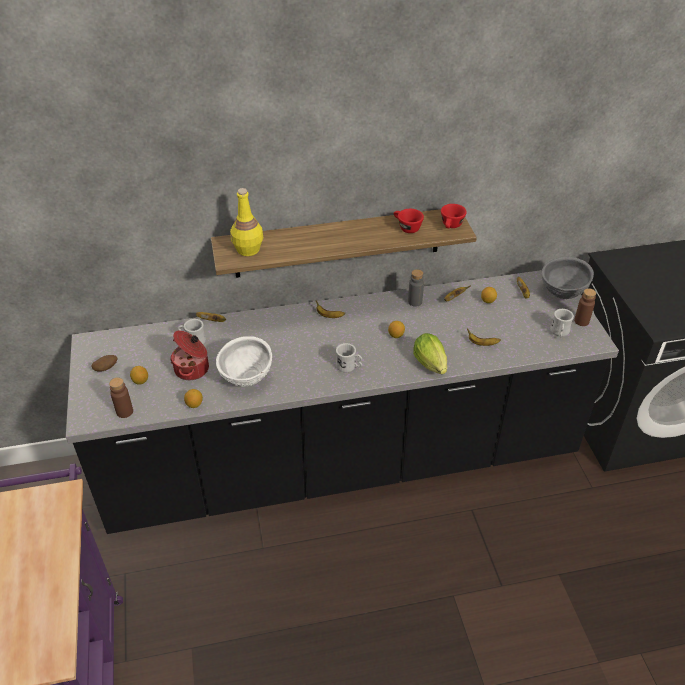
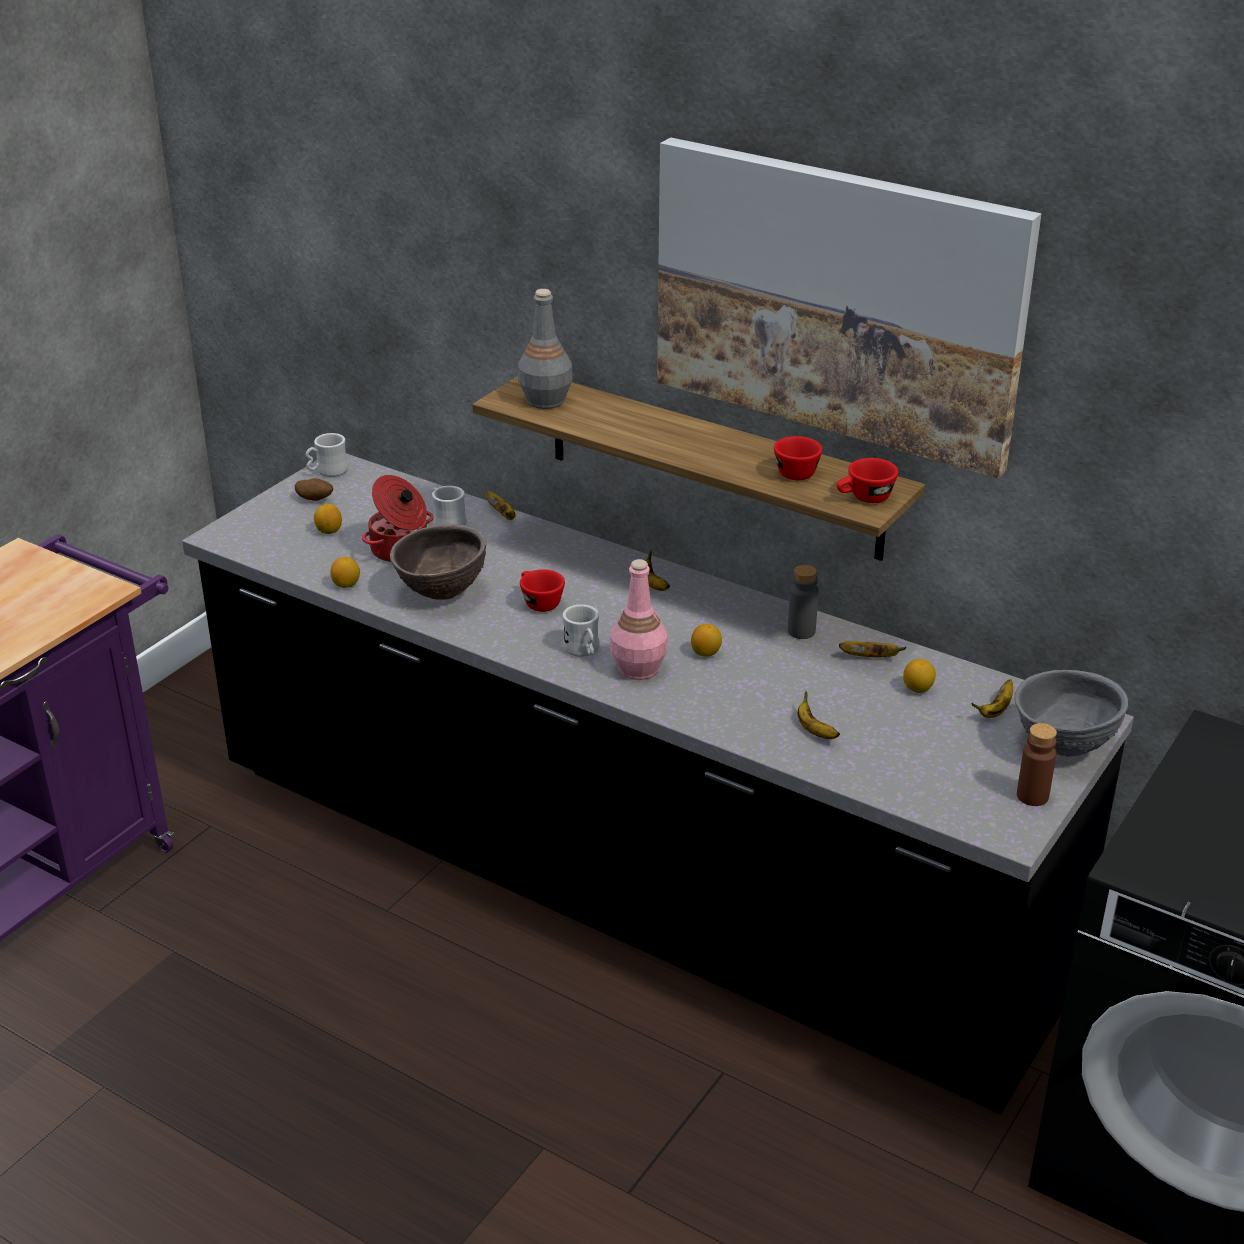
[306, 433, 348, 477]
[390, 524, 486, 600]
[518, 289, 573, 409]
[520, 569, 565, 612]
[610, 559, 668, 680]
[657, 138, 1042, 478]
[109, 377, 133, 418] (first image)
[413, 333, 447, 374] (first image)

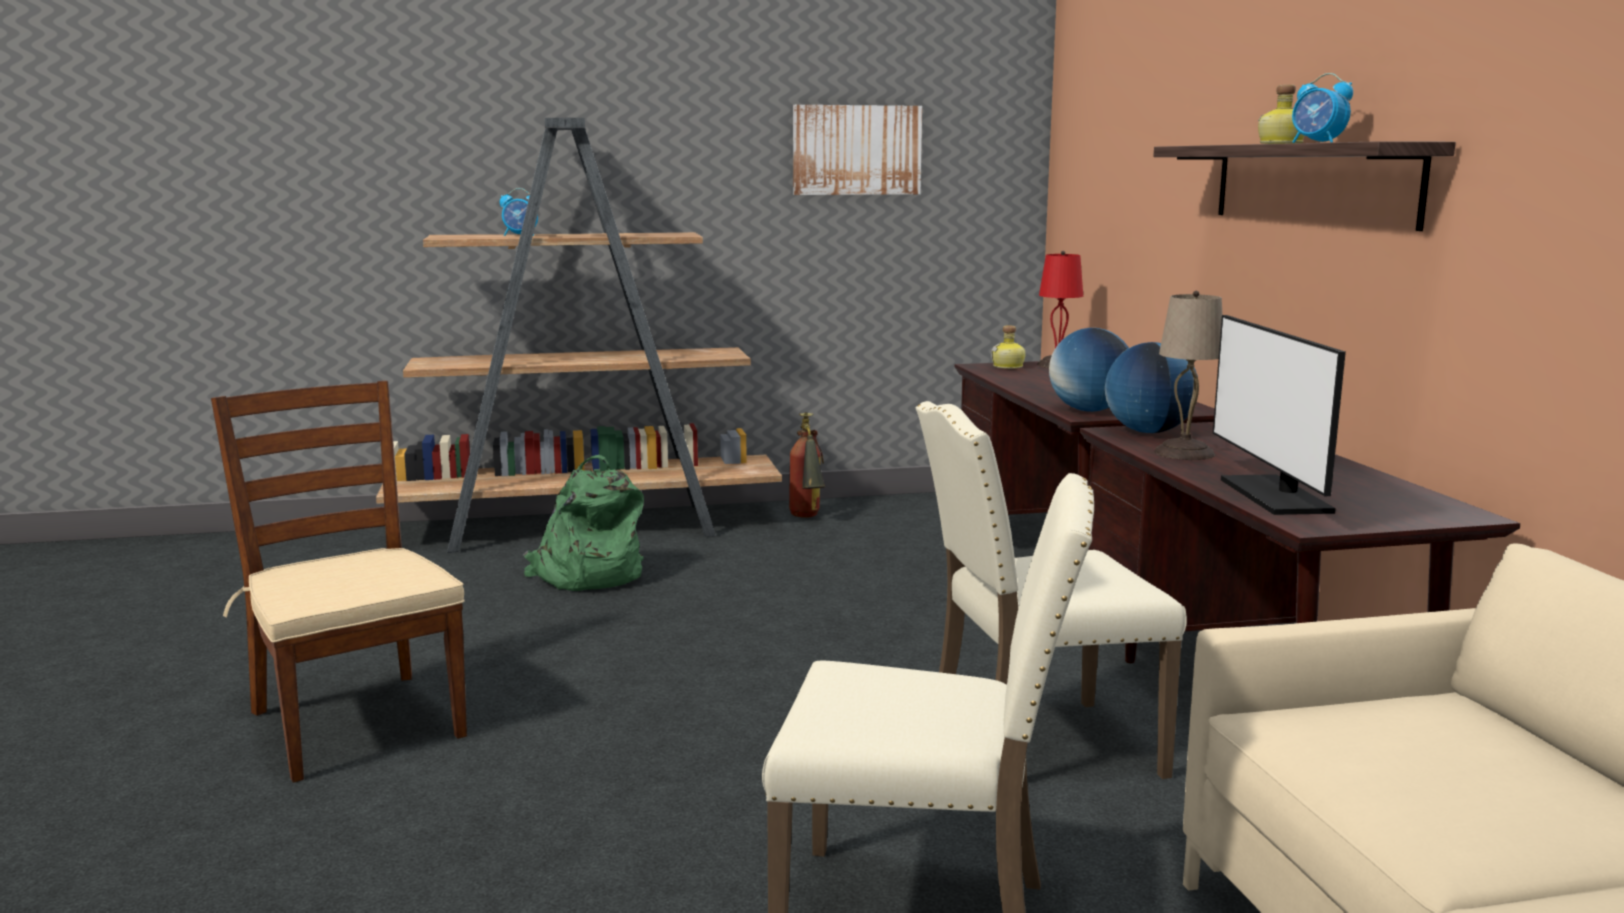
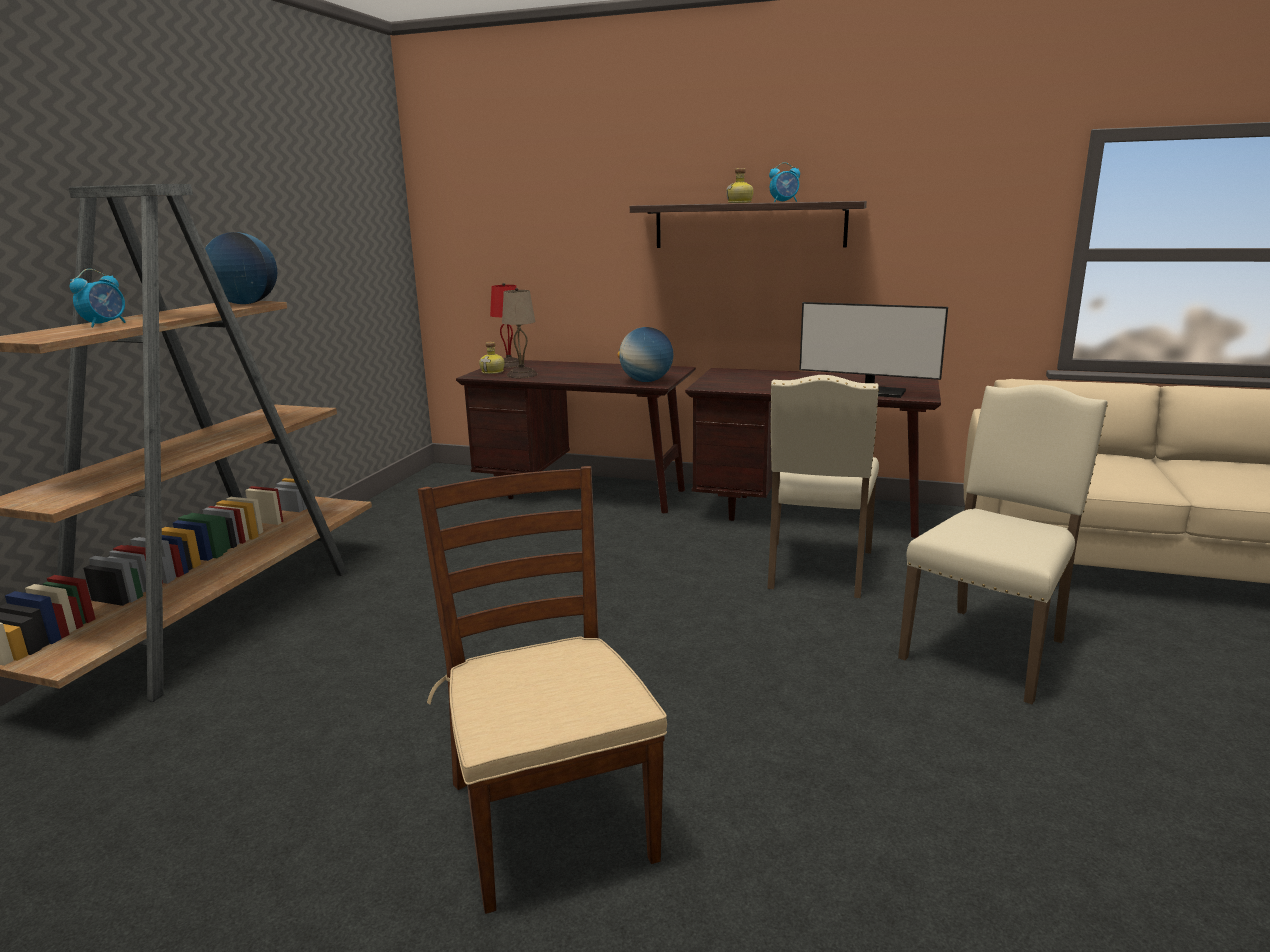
[202, 232, 277, 304]
[417, 466, 667, 914]
[502, 288, 538, 378]
[523, 455, 644, 591] (first image)
[789, 412, 825, 518] (first image)
[793, 105, 922, 195] (first image)

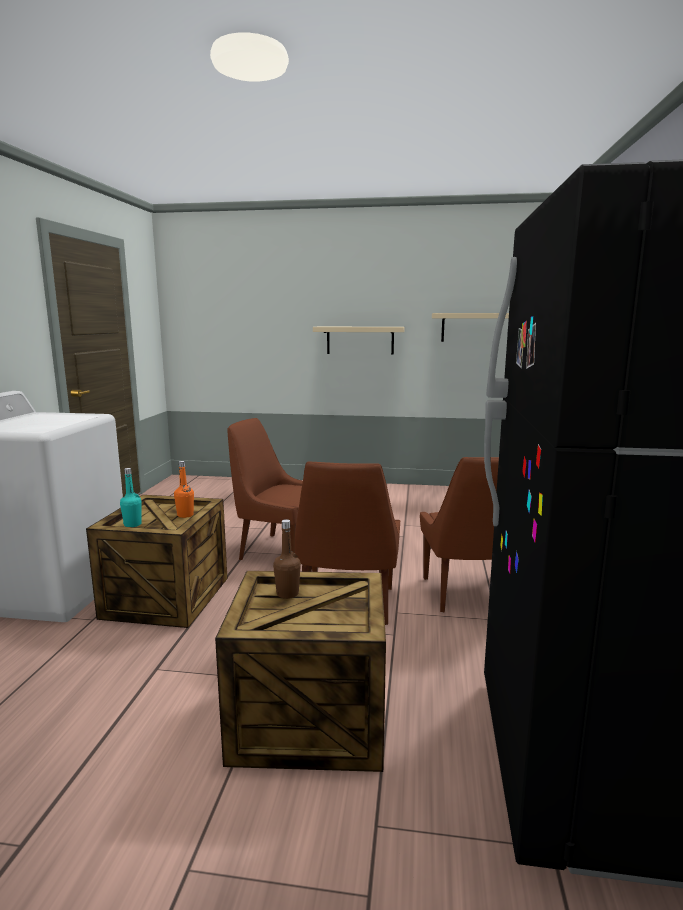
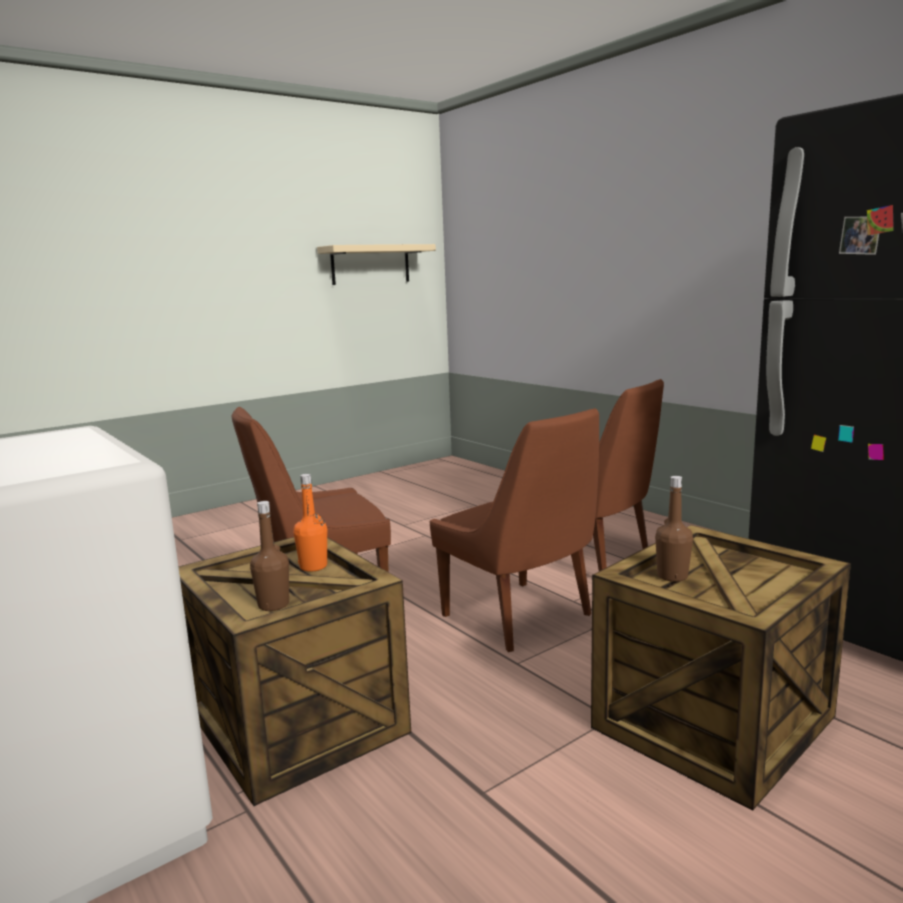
[250, 501, 289, 611]
[313, 327, 405, 354] (first image)

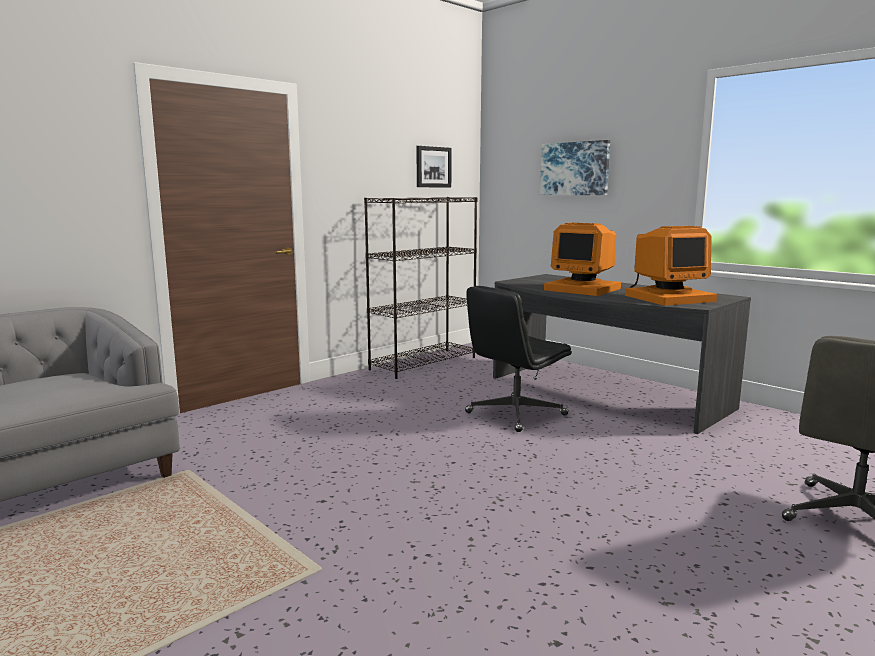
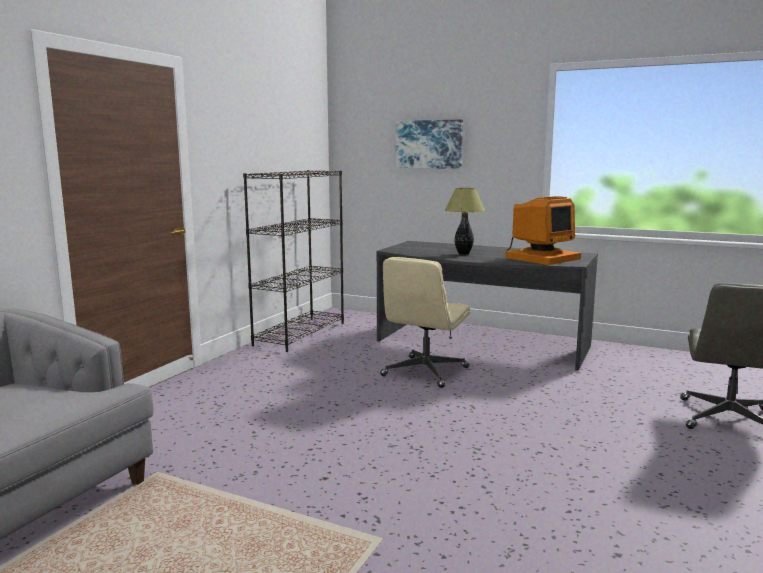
[380, 257, 471, 388]
[445, 188, 485, 255]
[417, 146, 452, 187] (first image)

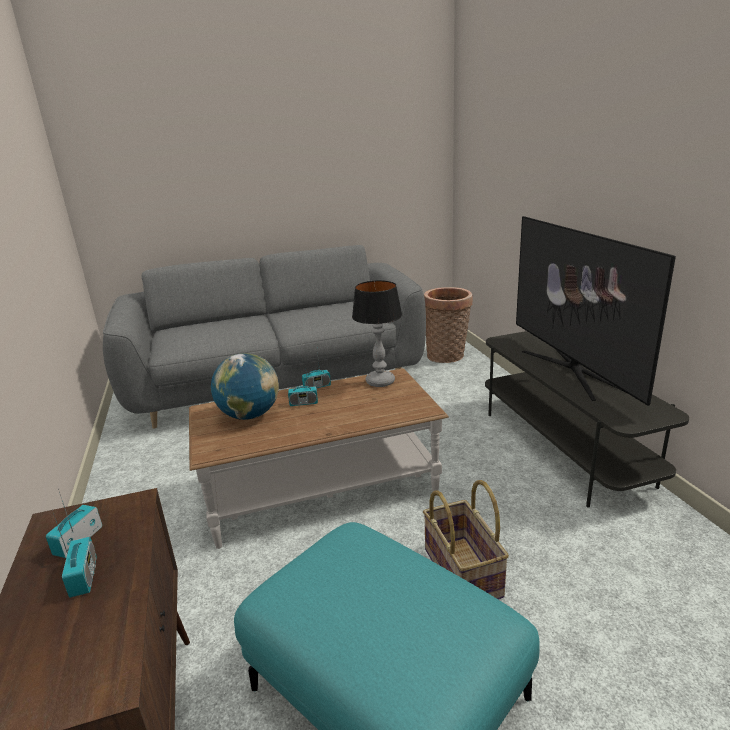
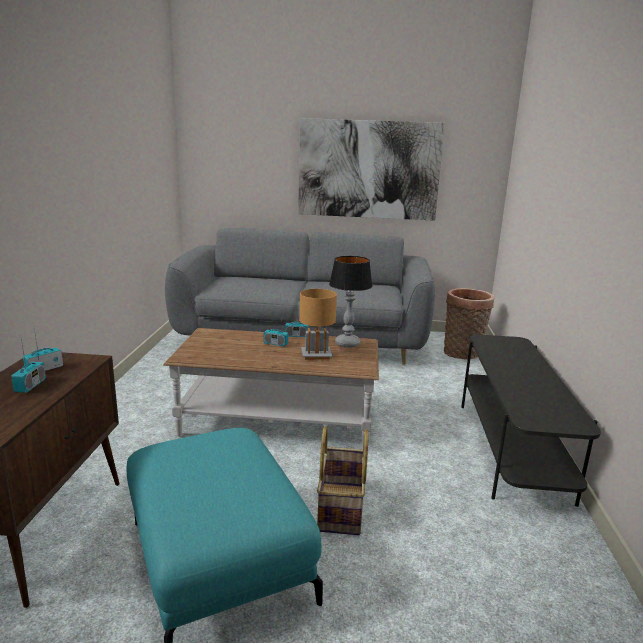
[298, 118, 445, 221]
[299, 289, 337, 360]
[211, 353, 279, 420] (first image)
[516, 216, 676, 406] (first image)

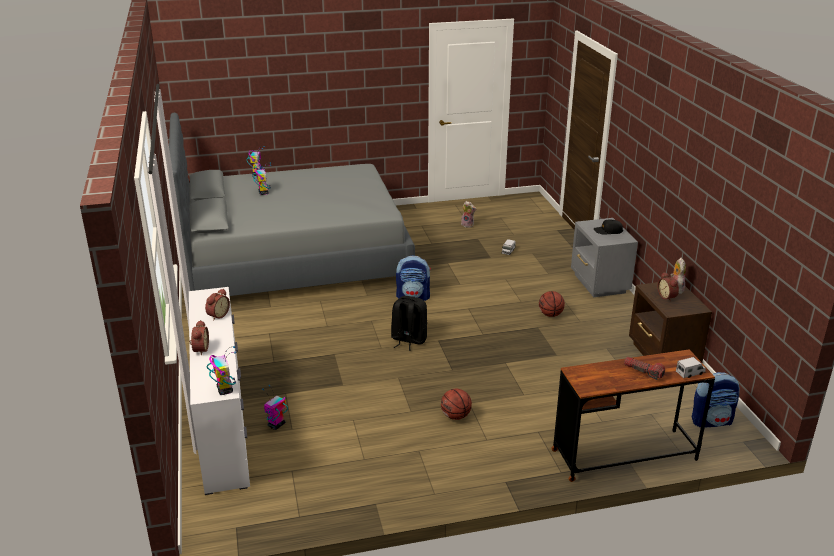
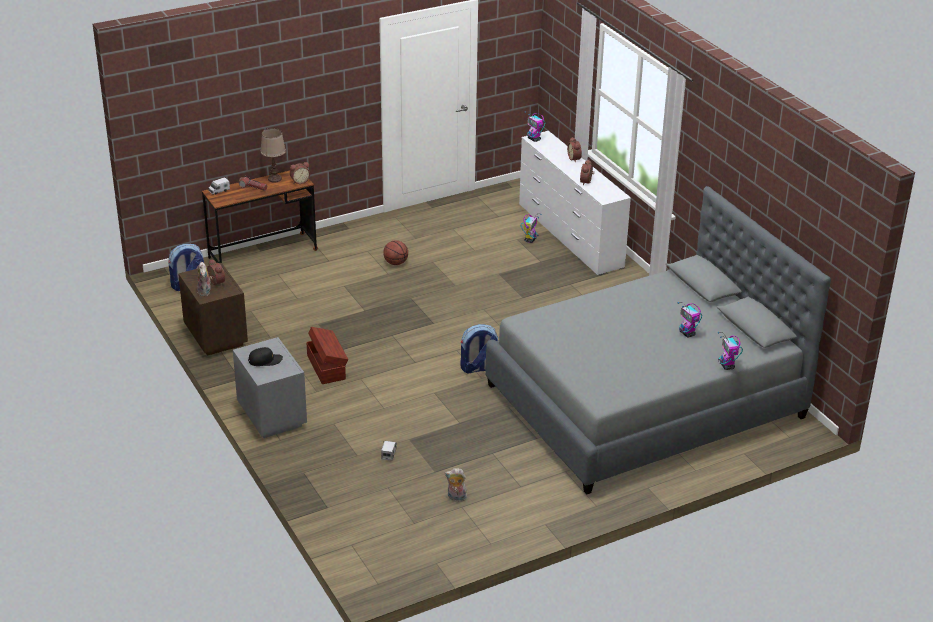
[260, 128, 286, 183]
[290, 162, 310, 184]
[306, 327, 348, 384]
[391, 296, 427, 351] (first image)

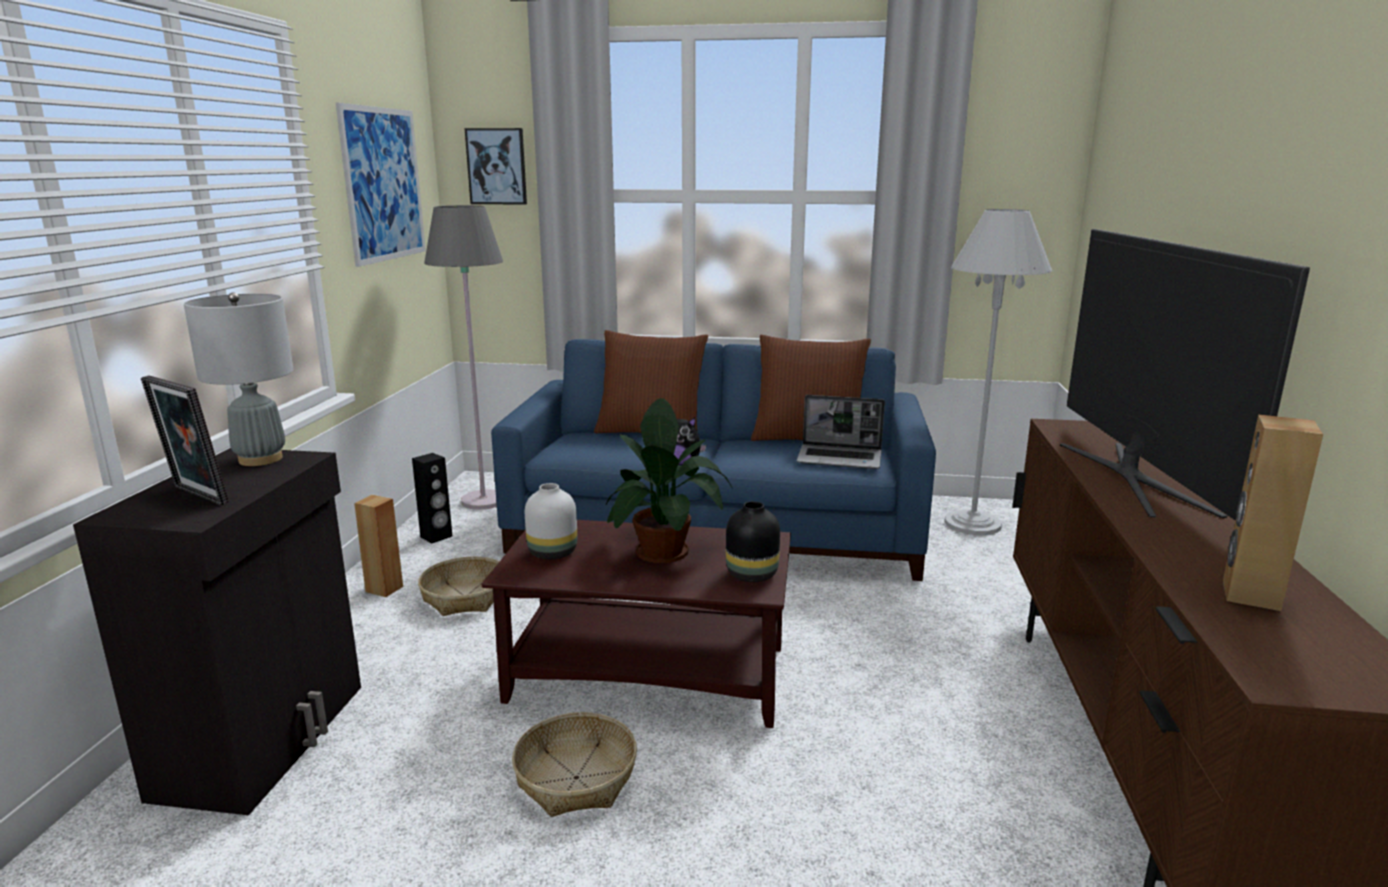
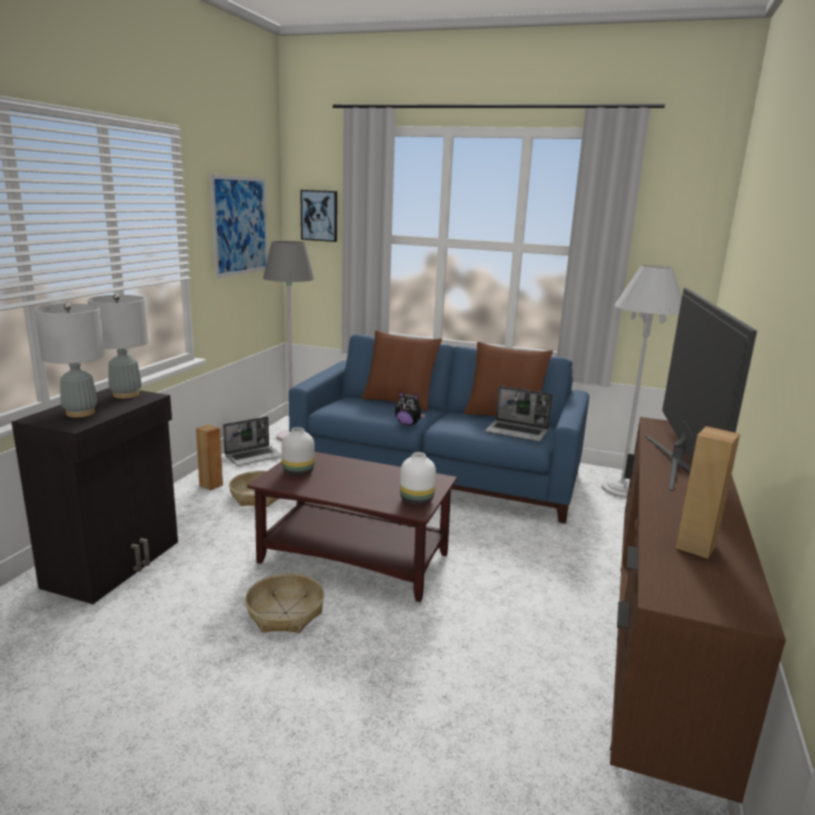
[35, 303, 105, 417]
[223, 417, 282, 466]
[400, 452, 436, 505]
[606, 398, 733, 563] (first image)

